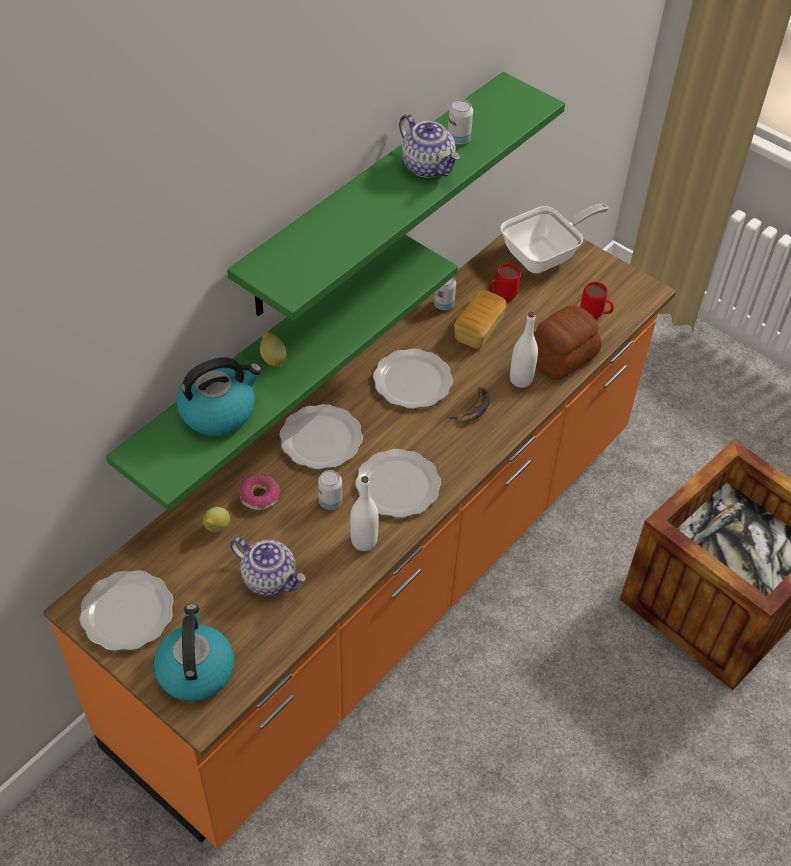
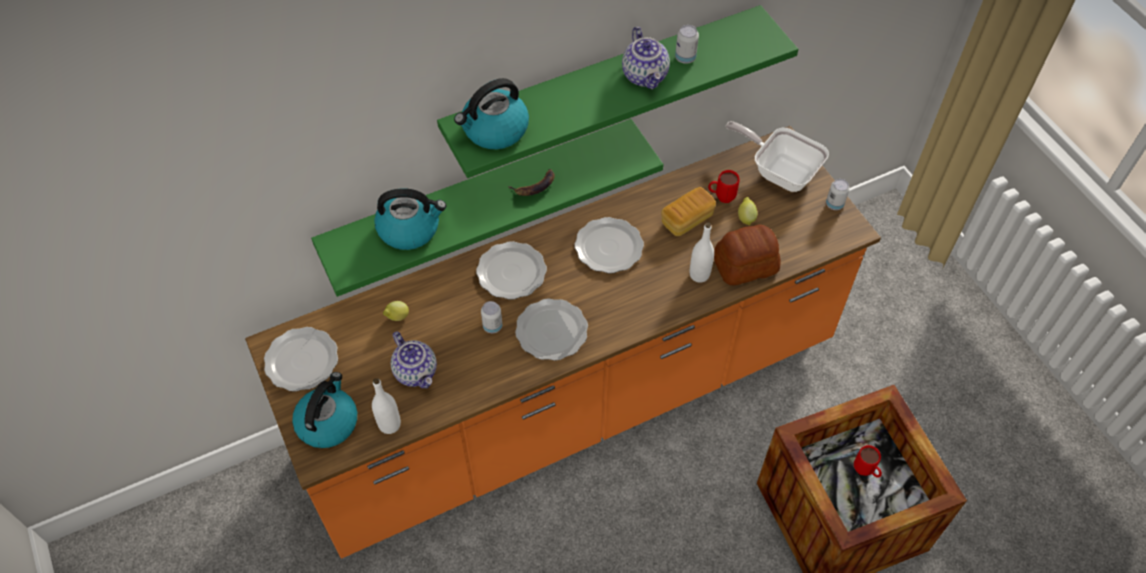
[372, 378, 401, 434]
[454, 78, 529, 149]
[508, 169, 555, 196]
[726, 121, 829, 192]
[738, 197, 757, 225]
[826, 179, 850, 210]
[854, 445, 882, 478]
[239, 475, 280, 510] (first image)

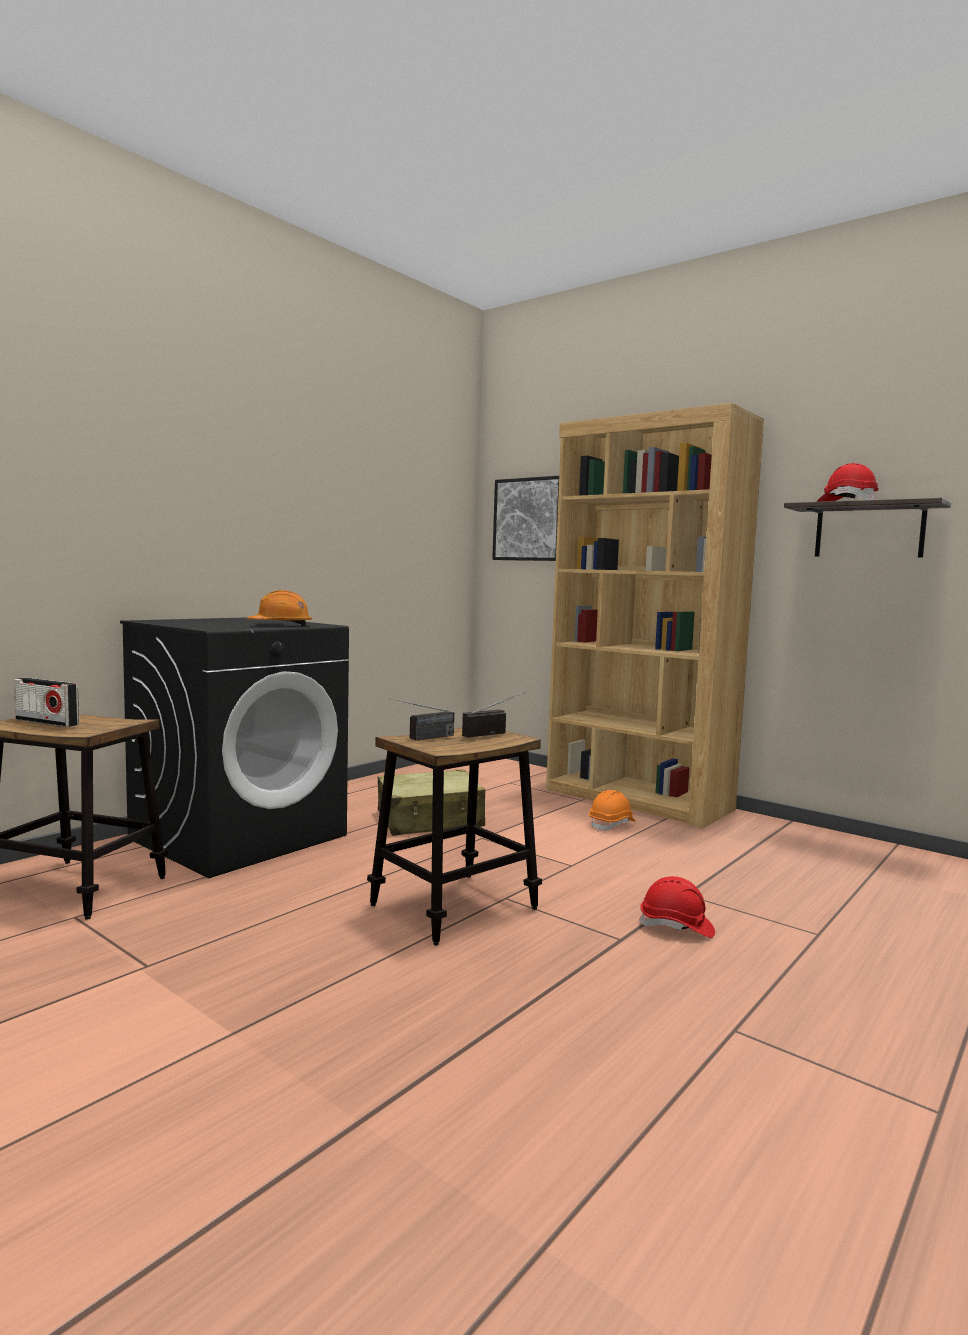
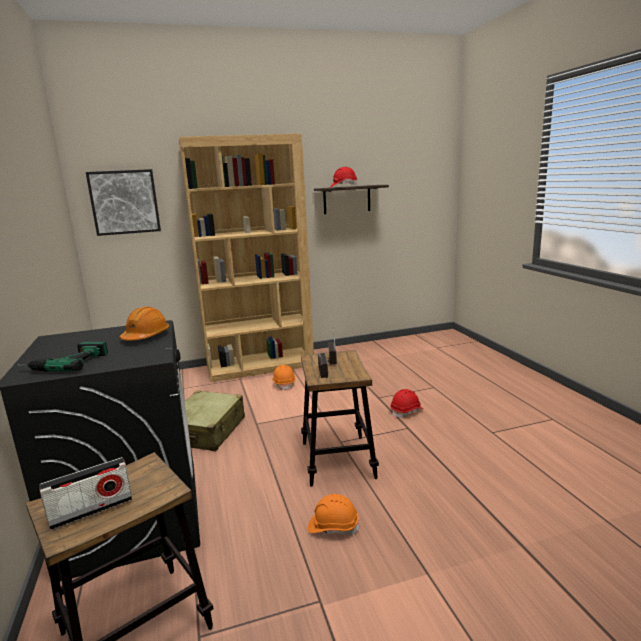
[22, 342, 108, 371]
[308, 494, 360, 535]

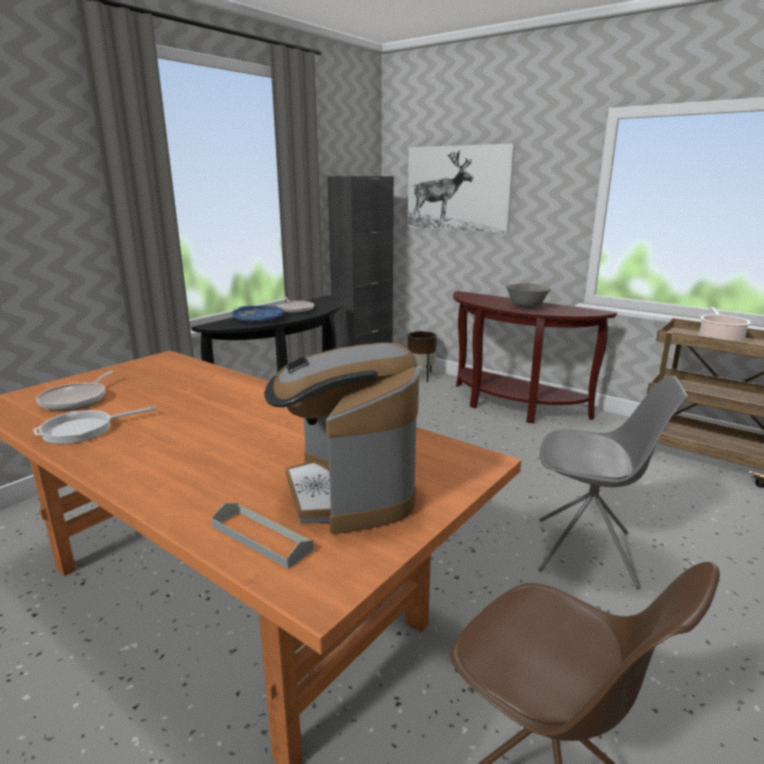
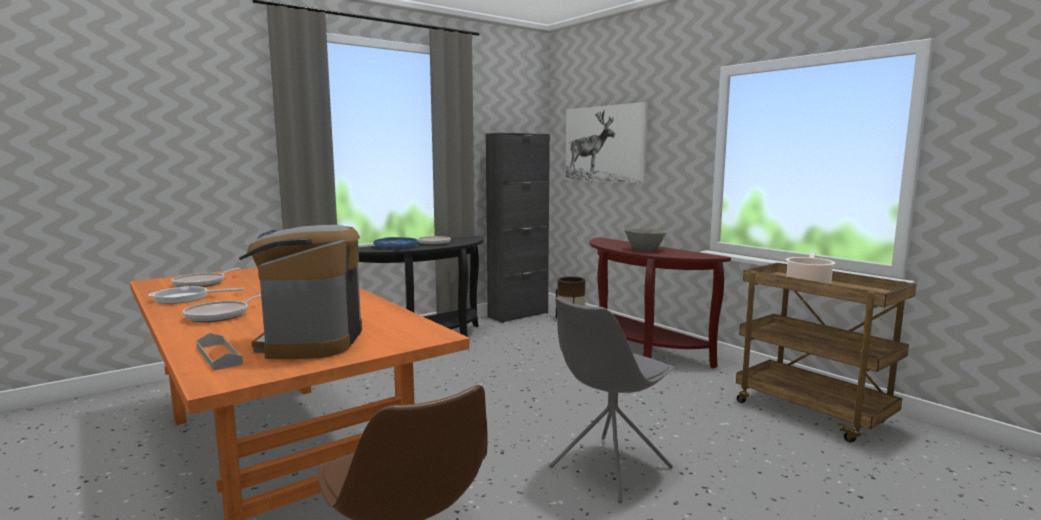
[182, 295, 261, 322]
[549, 297, 674, 503]

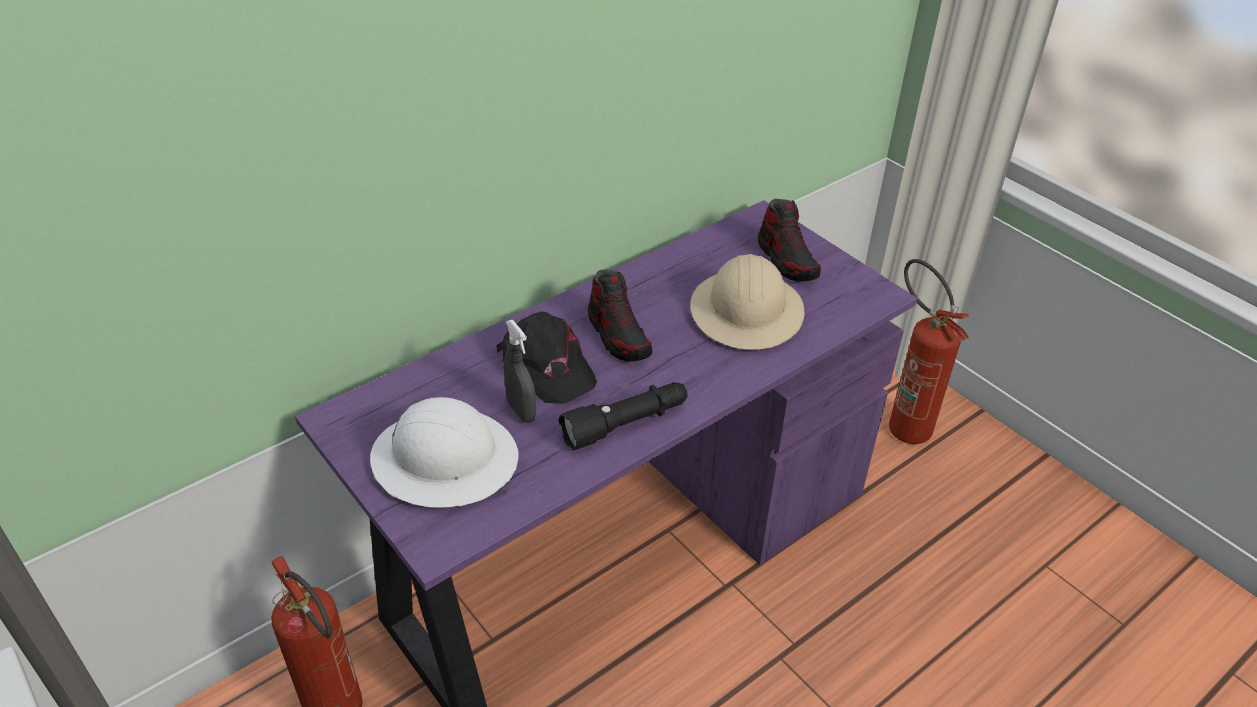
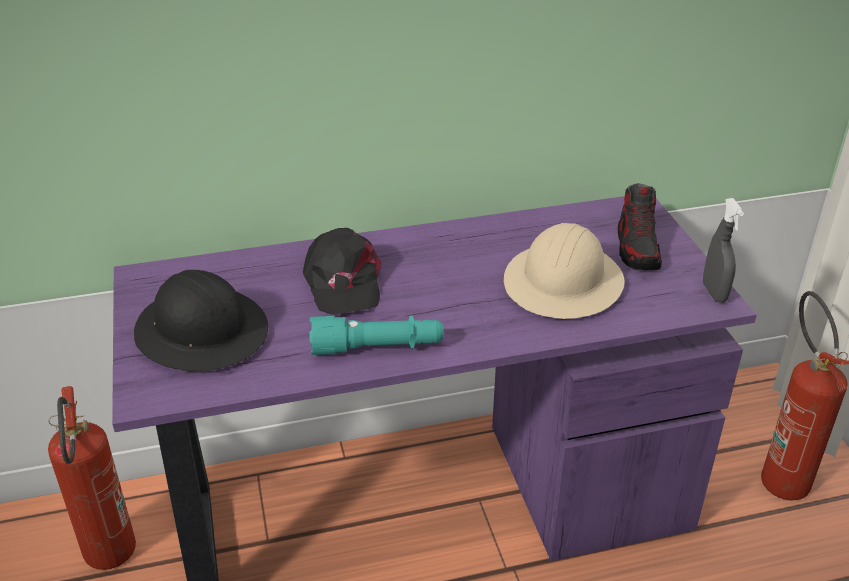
[134, 270, 268, 372]
[309, 316, 444, 355]
[703, 198, 744, 303]
[588, 269, 652, 362] (first image)

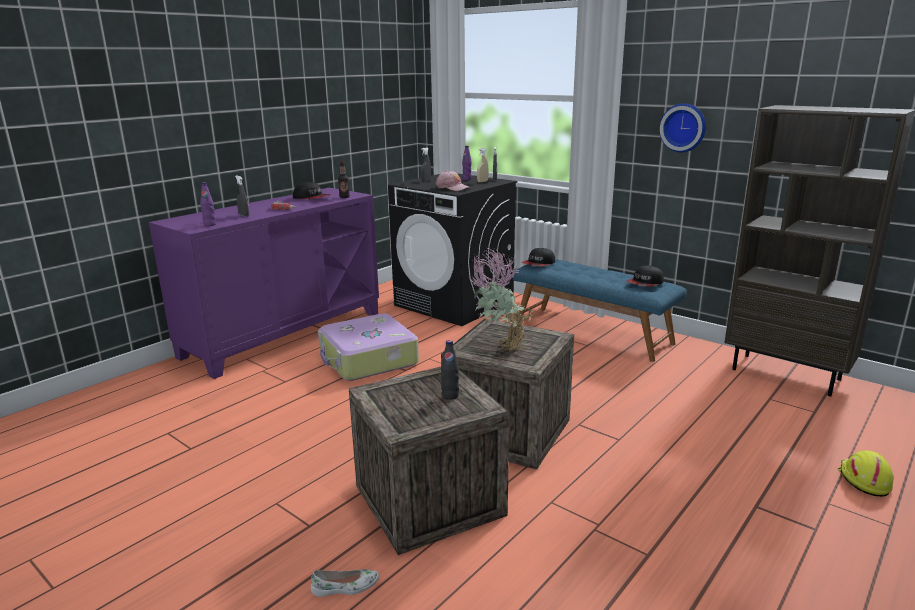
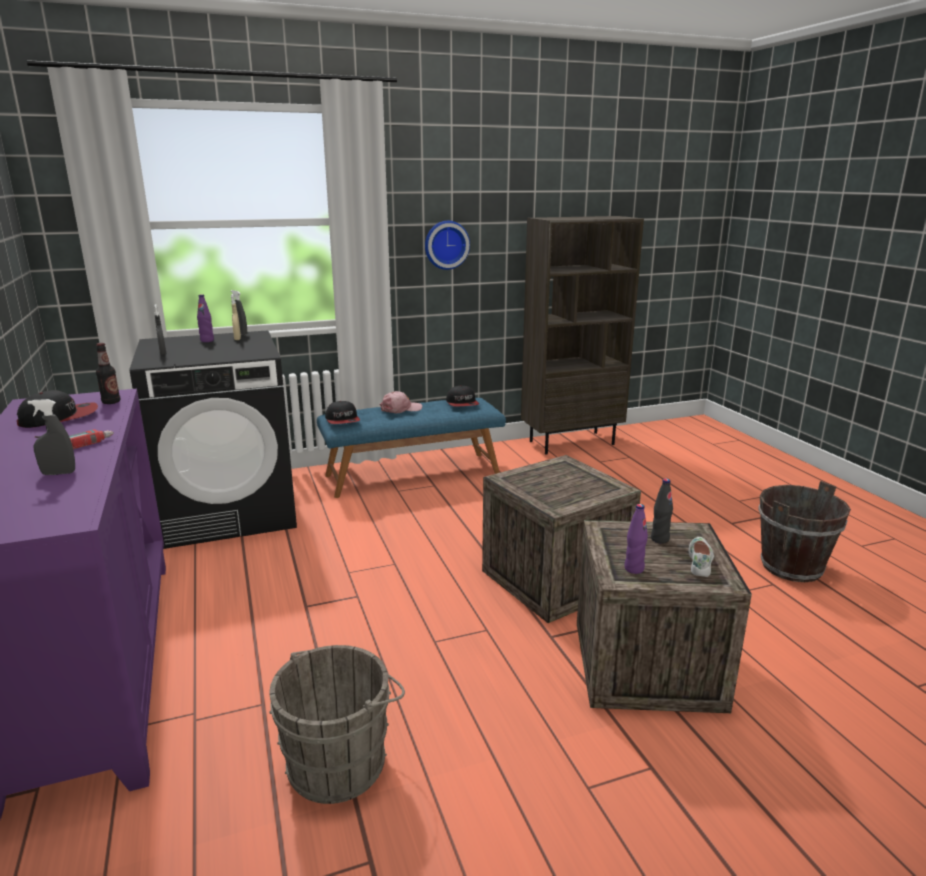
[269, 645, 405, 804]
[379, 391, 422, 413]
[625, 504, 648, 574]
[688, 537, 714, 577]
[758, 481, 851, 582]
[318, 313, 419, 381] (first image)
[469, 248, 534, 354] (first image)
[838, 450, 893, 497] (first image)

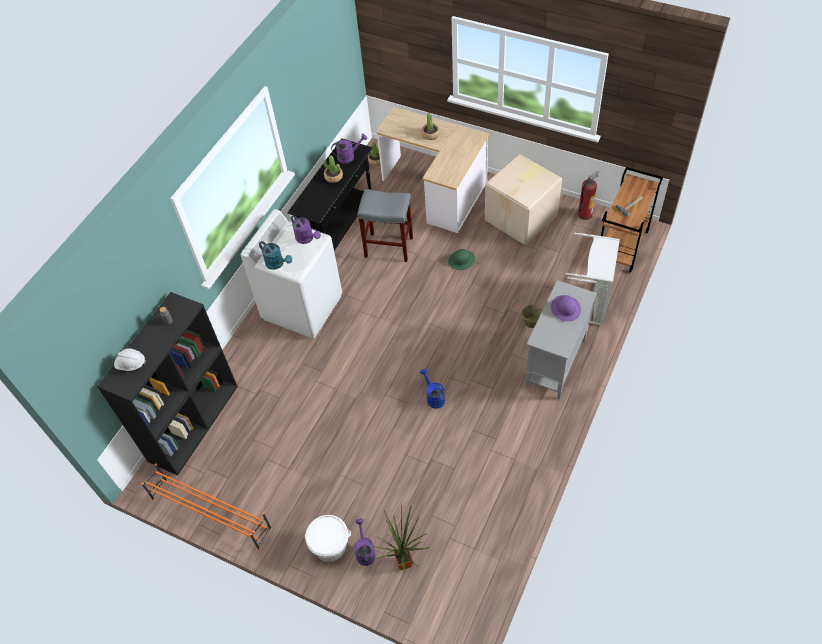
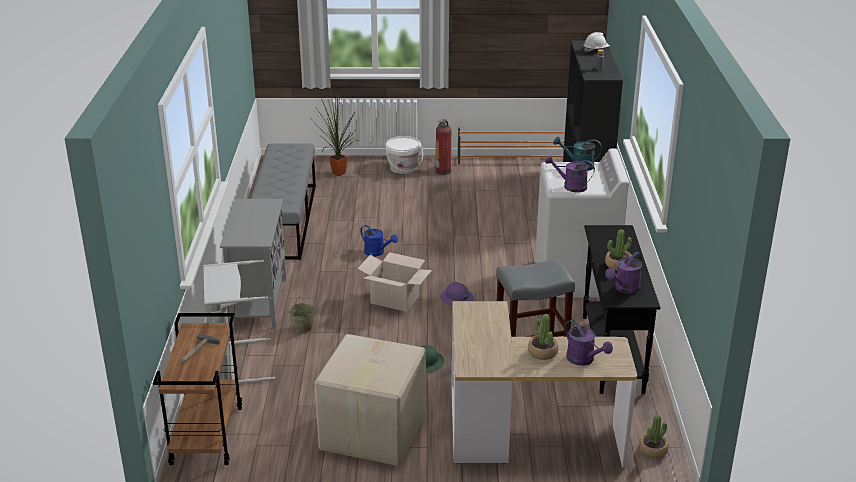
[251, 143, 316, 260]
[357, 252, 432, 312]
[436, 119, 451, 175]
[440, 282, 474, 306]
[565, 320, 613, 366]

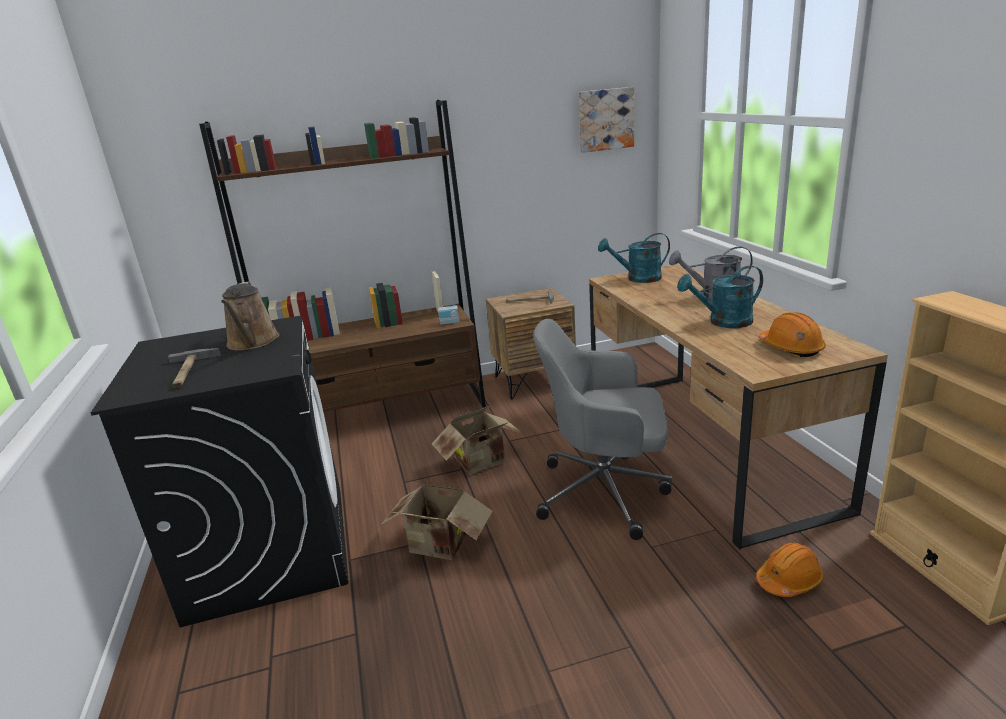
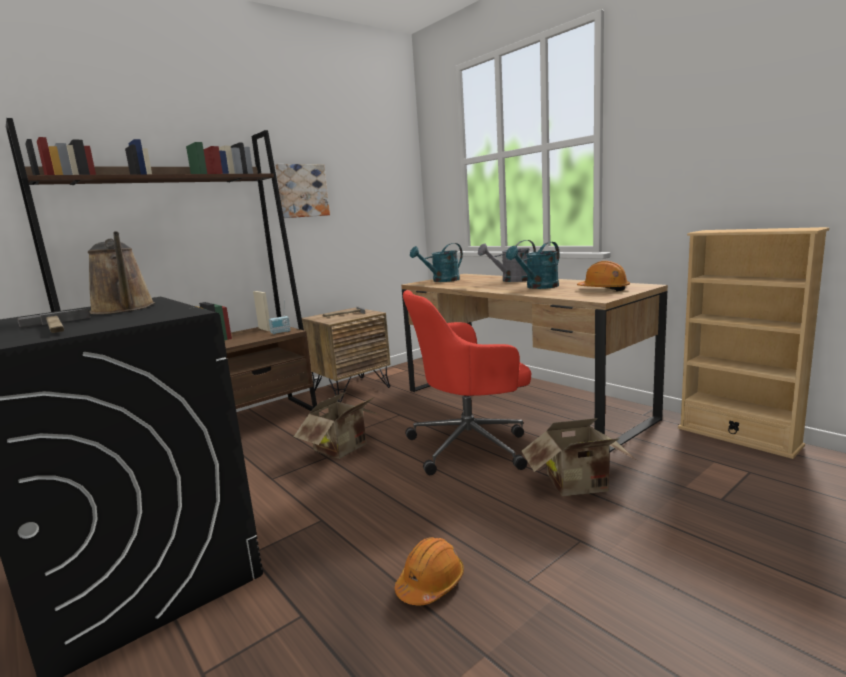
[275, 164, 330, 218]
[395, 537, 464, 606]
[403, 290, 531, 475]
[522, 418, 636, 496]

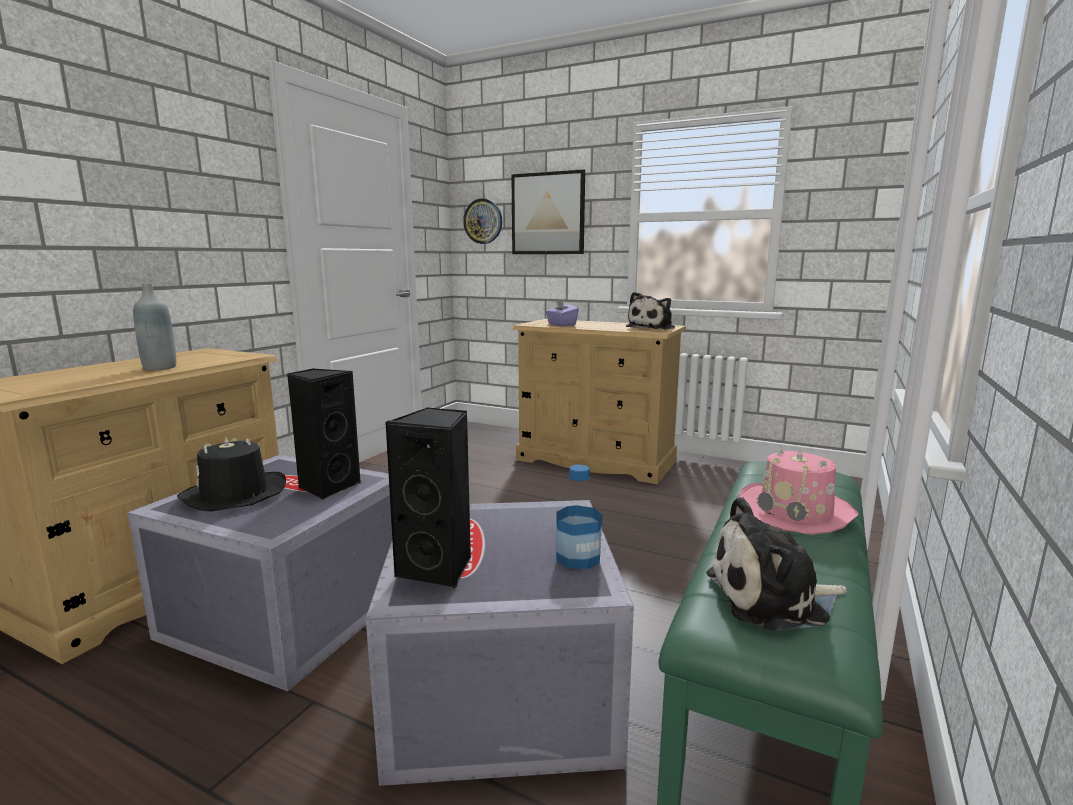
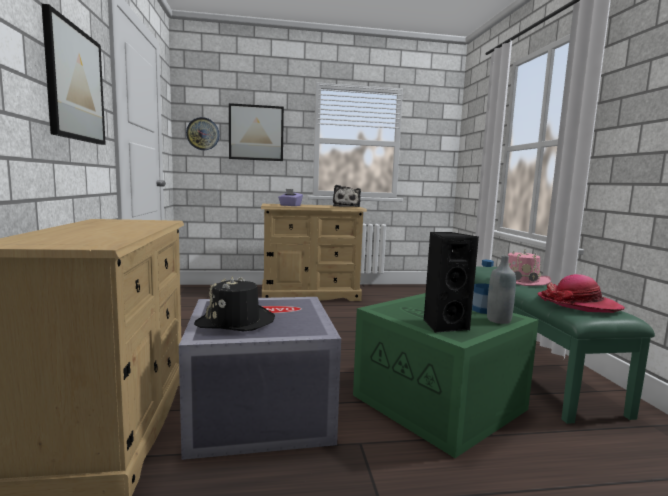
[42, 4, 106, 145]
[353, 293, 539, 458]
[487, 255, 516, 324]
[537, 274, 625, 313]
[287, 368, 361, 500] (first image)

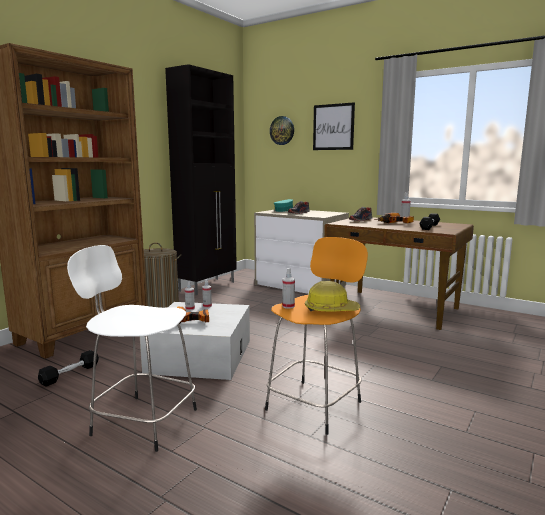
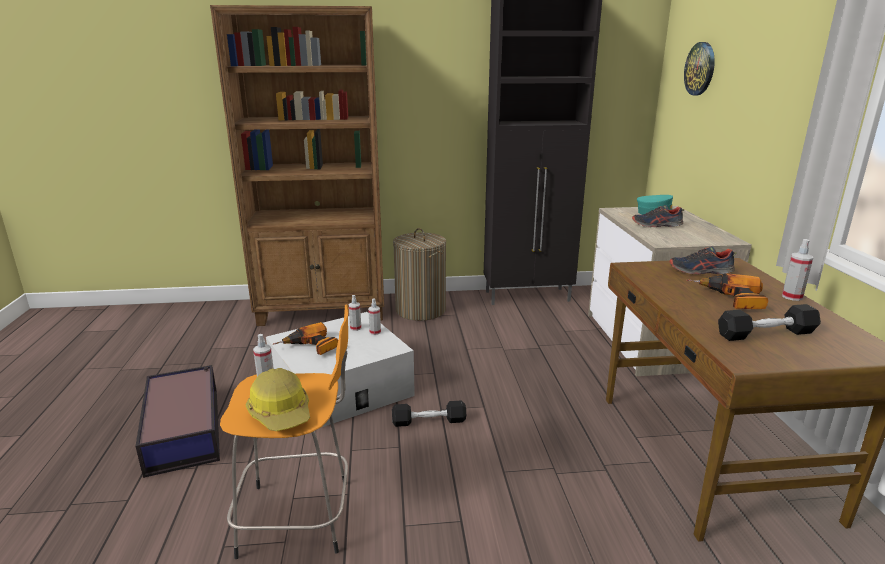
[136, 365, 220, 478]
[392, 401, 466, 427]
[313, 102, 355, 150] (first image)

